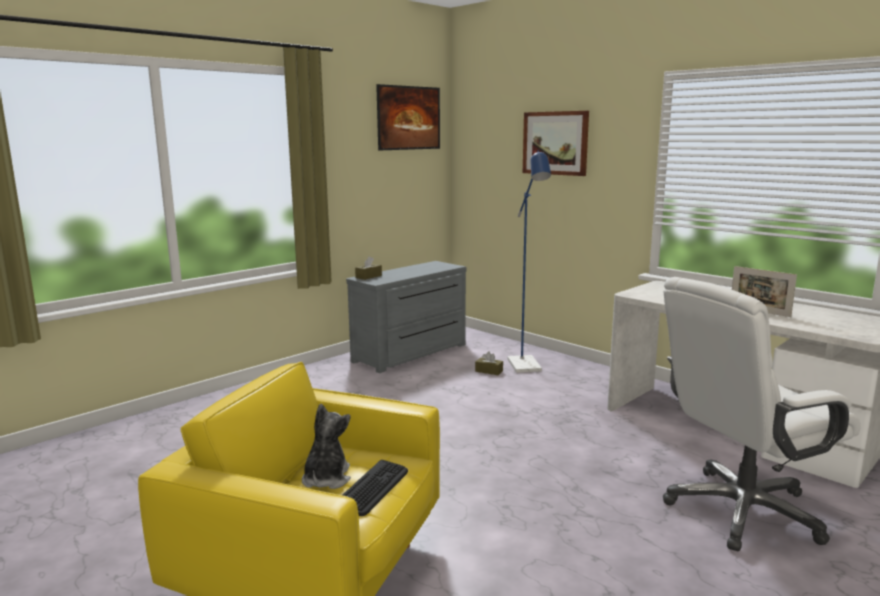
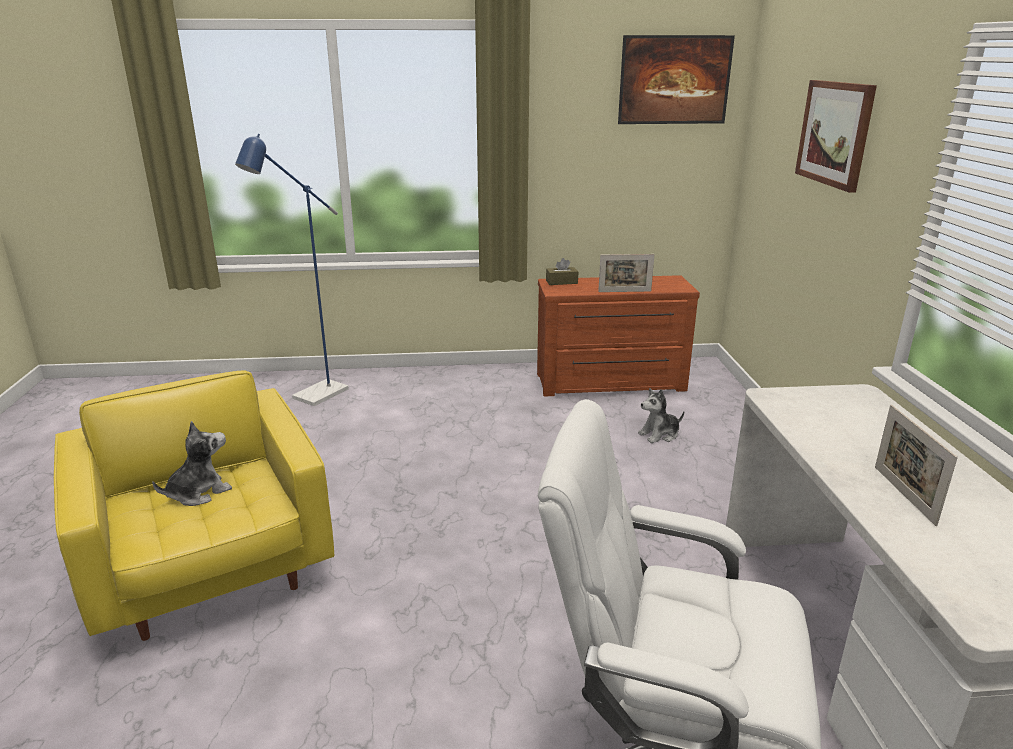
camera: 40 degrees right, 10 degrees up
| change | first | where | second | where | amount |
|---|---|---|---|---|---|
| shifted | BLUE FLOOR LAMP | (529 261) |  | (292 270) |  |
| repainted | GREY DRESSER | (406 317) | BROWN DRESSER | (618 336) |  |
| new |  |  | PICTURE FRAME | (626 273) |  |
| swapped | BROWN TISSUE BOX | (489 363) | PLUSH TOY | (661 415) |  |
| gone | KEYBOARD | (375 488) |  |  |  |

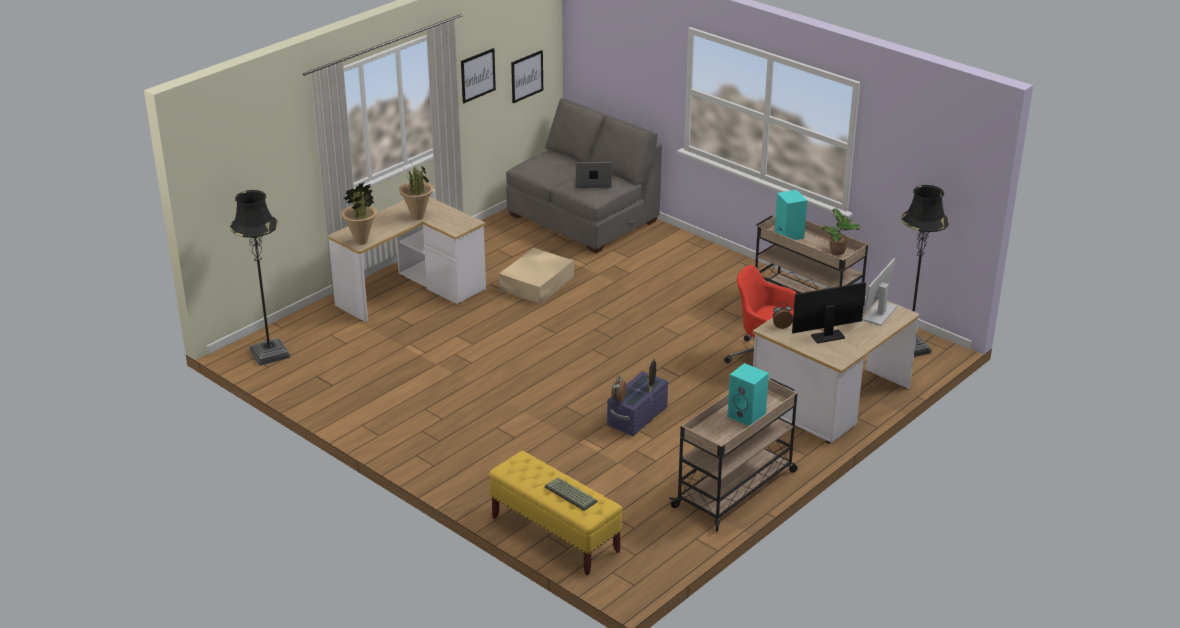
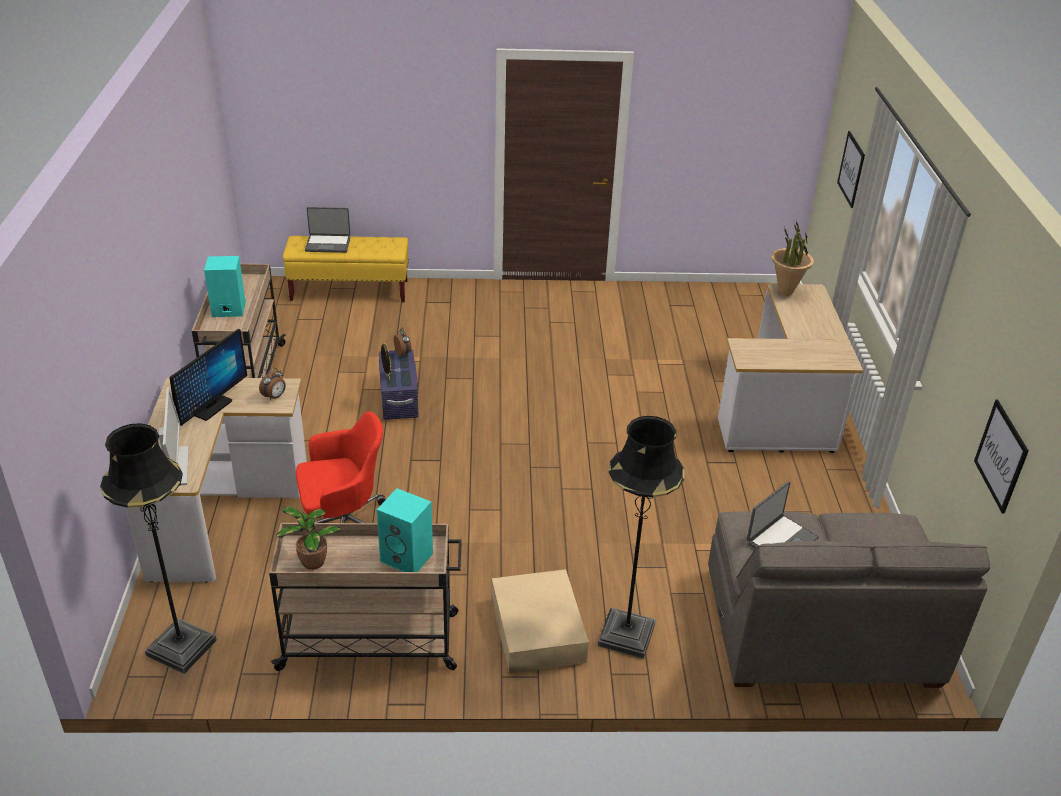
camera: 135 degrees right, 5 degrees up
| change | first | where | second | where | amount |
|---|---|---|---|---|---|
| swapped | KEYBOARD | (571 494) | LAPTOP | (327 230) |  |
| shifted | BEIGE STORAGE BOX | (536 276) |  | (540 621) |  |
| shifted | BLACK FLOOR LAMP | (260 278) |  | (641 537) |  |
| shifted | PICTURE | (478 75) |  | (851 169) |  |
| gone | POTTED PLANT | (416 192) |  |  |  |

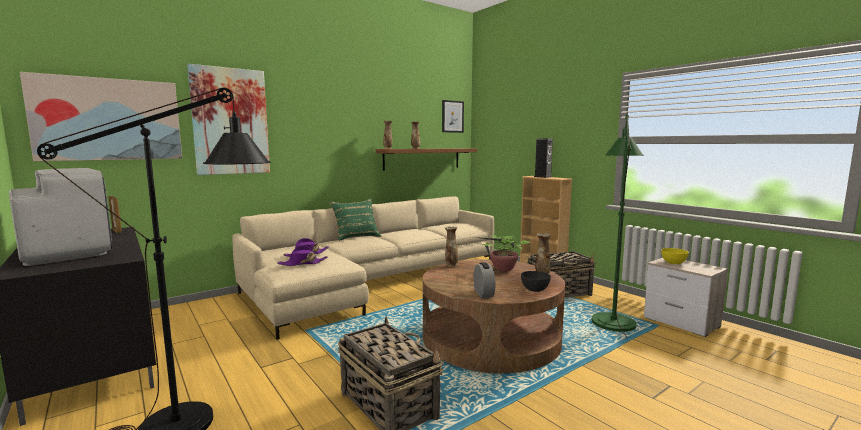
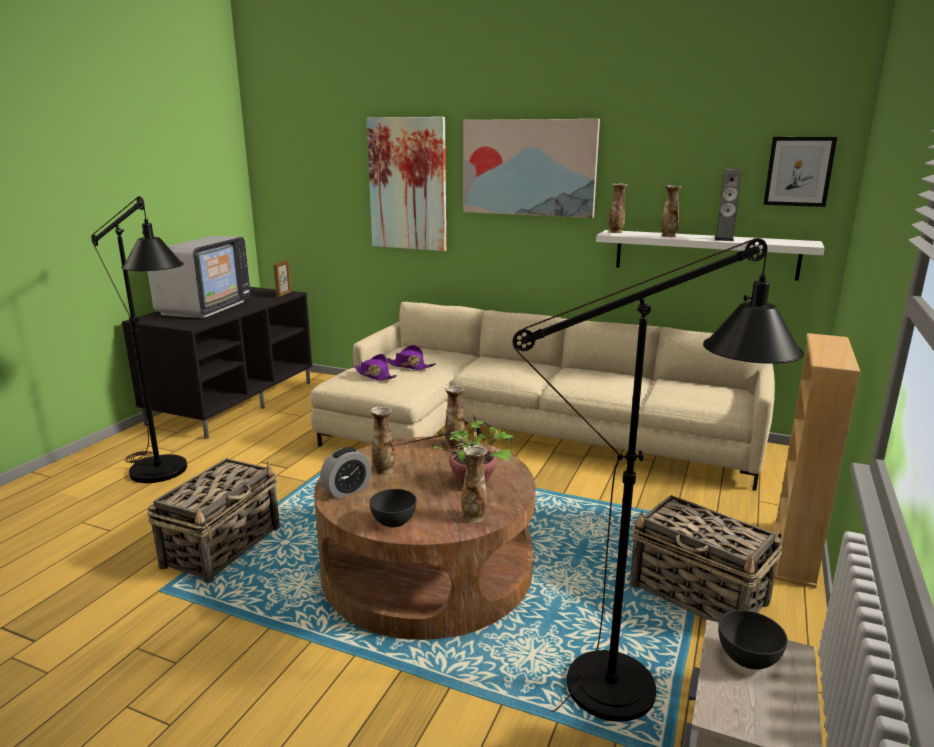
camera: 60 degrees right, 10 degrees up
| change | first | where | second | where | amount |
|---|---|---|---|---|---|
| new |  |  | VASE | (382 441) |  |
| shifted | PICTURE | (101 116) |  | (531 168) |  |
| repainted | GREEN FLOOR LAMP | (618 224) | BLACK FLOOR LAMP | (658 480) |  |
| repainted | BROWN SHELF | (426 159) | WHITE SHELF | (710 255) |  |
| shifted | SPEAKER | (543 158) |  | (728 205) |  |
| repainted | YELLOW BOWL | (675 256) | GREY BOWL | (753 639) |  |
| gone | GREEN PILLOW | (355 219) |  |  |  |

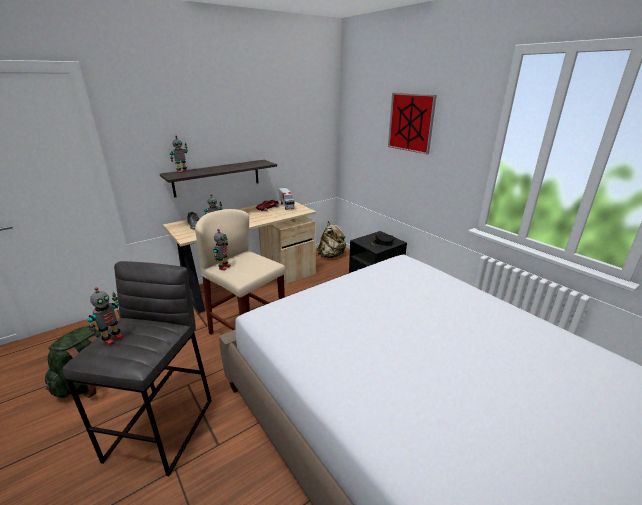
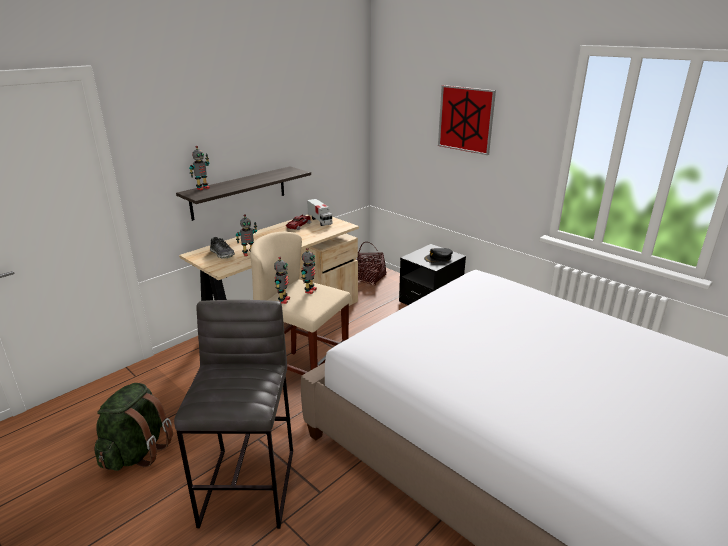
camera: 10 degrees left, 0 degrees up
| change | first | where | second | where | amount |
|---|---|---|---|---|---|
| shifted | TOY ROBOT | (105 316) |  | (309 271) |  |
| swapped | BEIGE BACKPACK | (331 239) | BASKET | (371 263) |  |

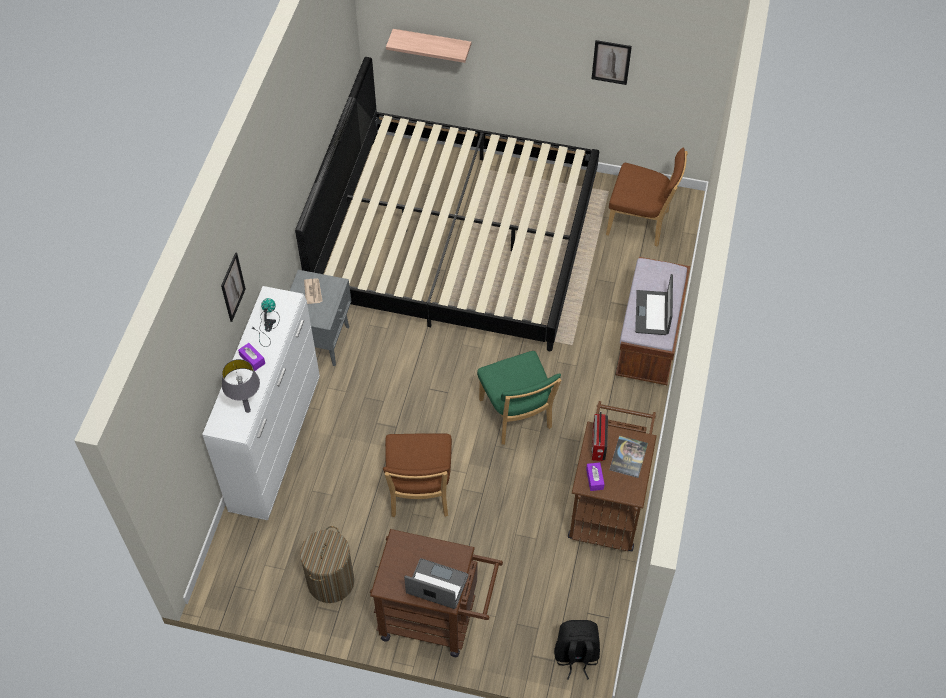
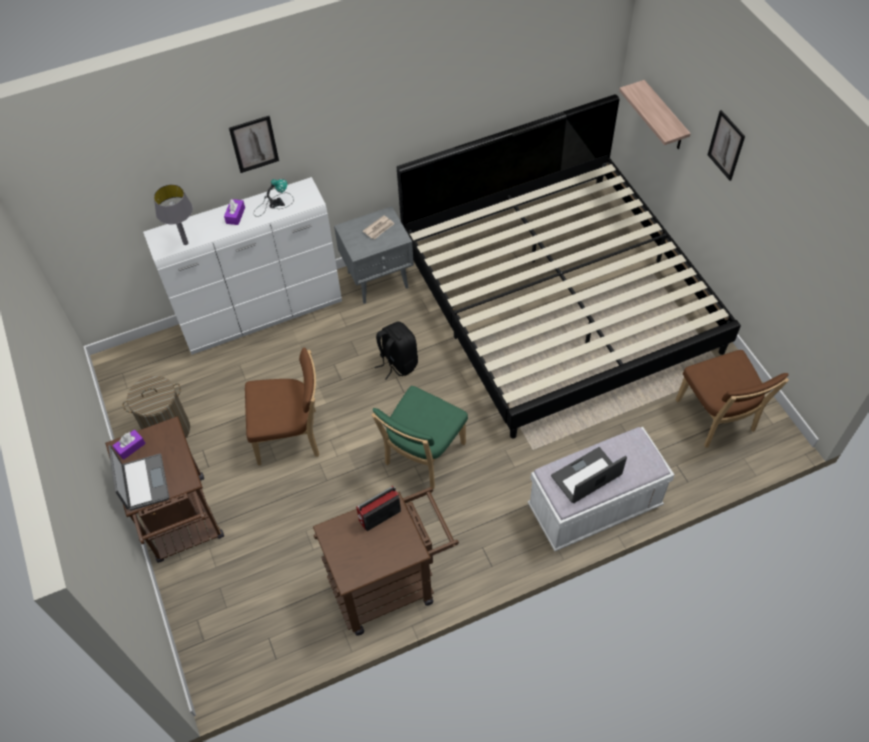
camera: 55 degrees right, 0 degrees up
| change | first | where | second | where | amount |
|---|---|---|---|---|---|
| shifted | PURPLE TISSUE BOX | (595 476) |  | (129 445) |  |
| rotated | BROWN CHAIR | (417 475) |  | (282 406) | 150 degrees counterclockwise |
| shifted | BLACK BACKPACK | (577 650) |  | (396 350) |  |
| repainted | BROWN BENCH | (653 321) | WHITE BENCH | (601 489) |  |
| shifted | PICTURE | (612 62) |  | (726 145) |  |
| gone | BOOK | (629 456) |  |  |  |

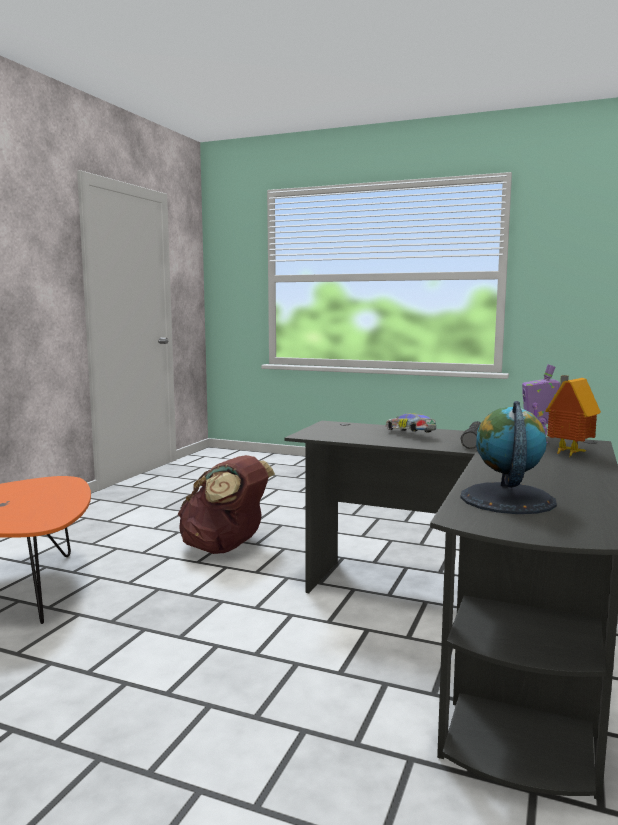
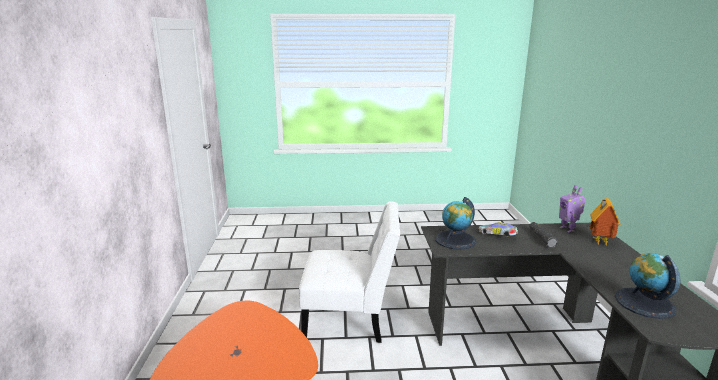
camera: 25 degrees left, 10 degrees up
| change | first | where | second | where | amount |
|---|---|---|---|---|---|
| swapped | BROWN BACKPACK | (226 504) | WHITE CHAIR | (349 272) |  |
| new |  |  | GLOBE | (455 223) |  |

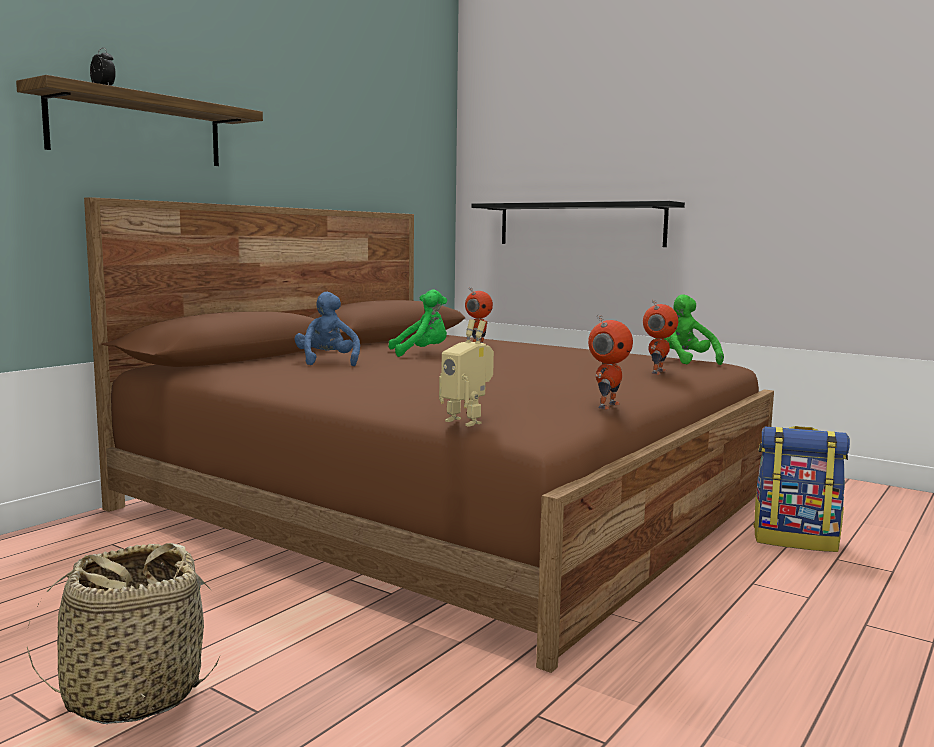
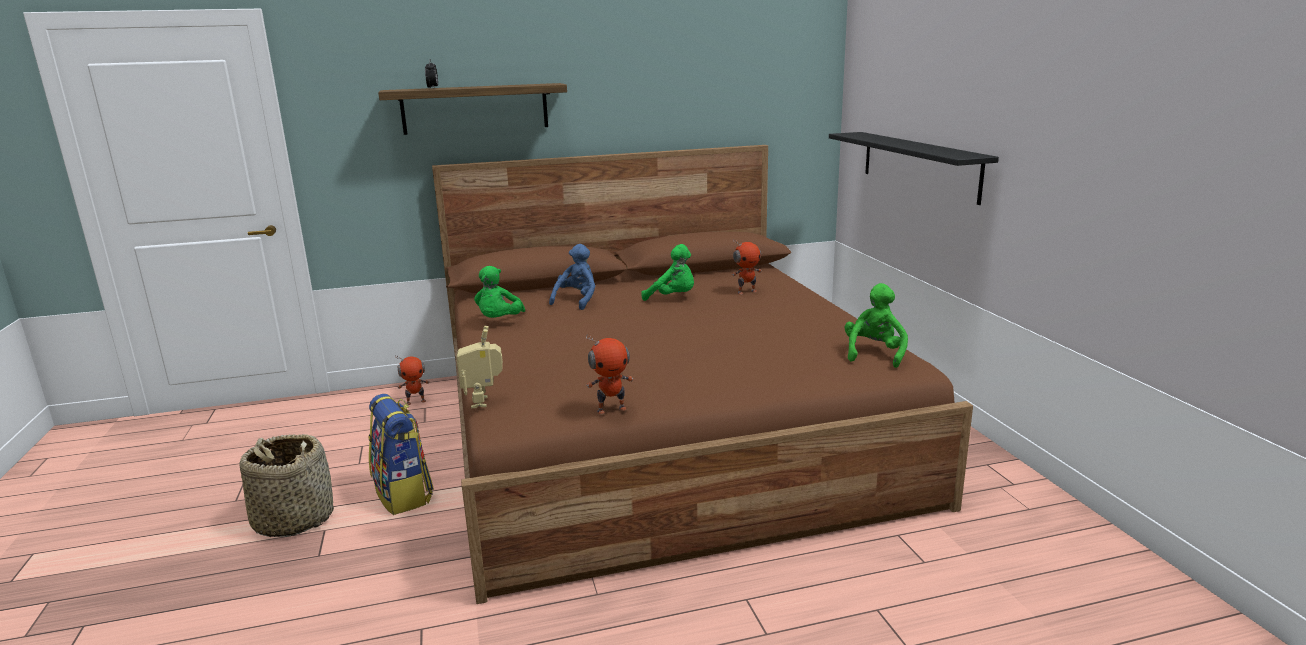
camera: 40 degrees right, 10 degrees up
| change | first | where | second | where | amount |
|---|---|---|---|---|---|
| shifted | BACKPACK | (801 489) |  | (401 454) |  |
| shifted | TOY ROBOT | (660 336) |  | (412 380) |  |
| new |  |  | GREEN PLUSH TOY | (499 292) |  |

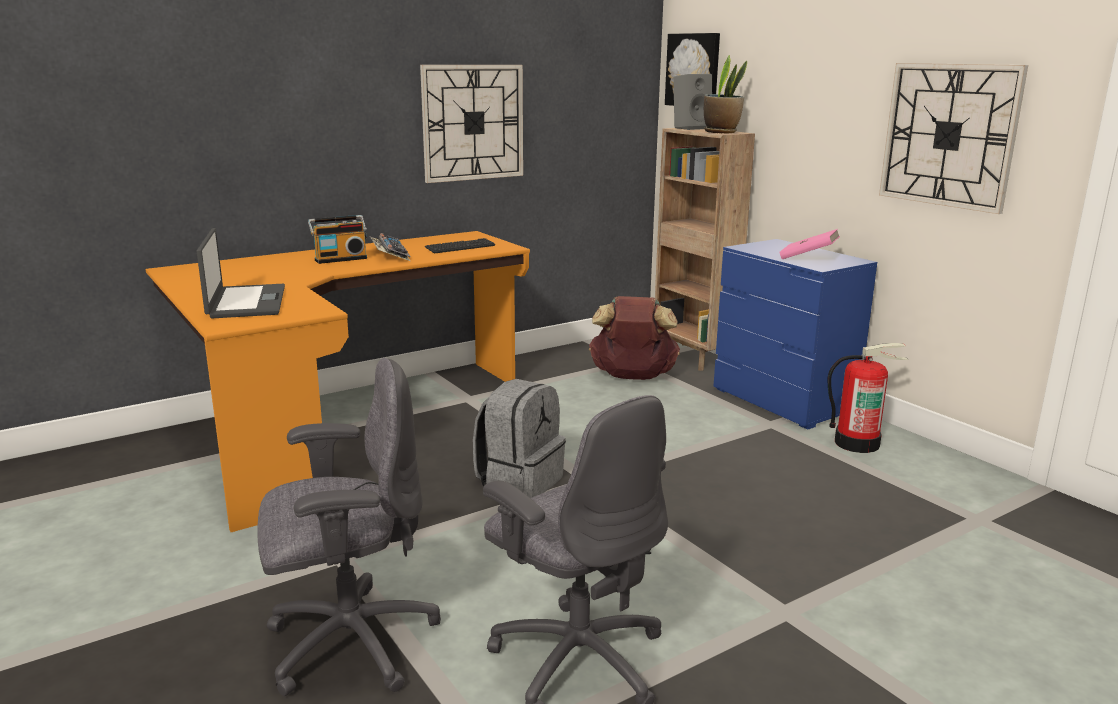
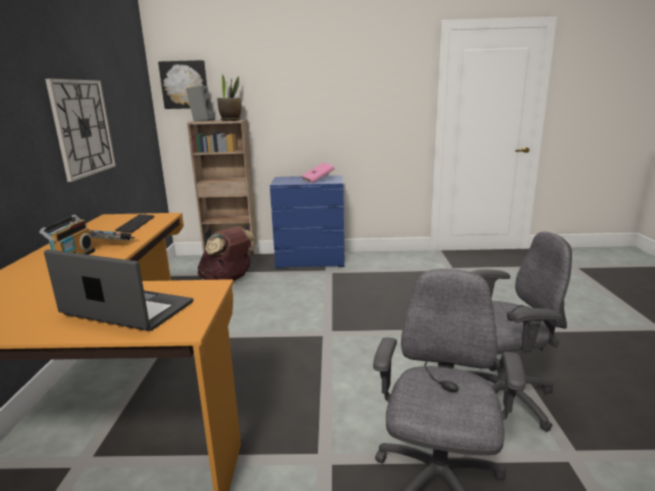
camera: 55 degrees left, 0 degrees up
| change | first | where | second | where | amount |
|---|---|---|---|---|---|
| gone | GREY BACKPACK | (519 438) |  |  |  |
| gone | FIRE EXTINGUISHER | (868 398) |  |  |  |
| gone | WALL CLOCK | (953 138) |  |  |  |

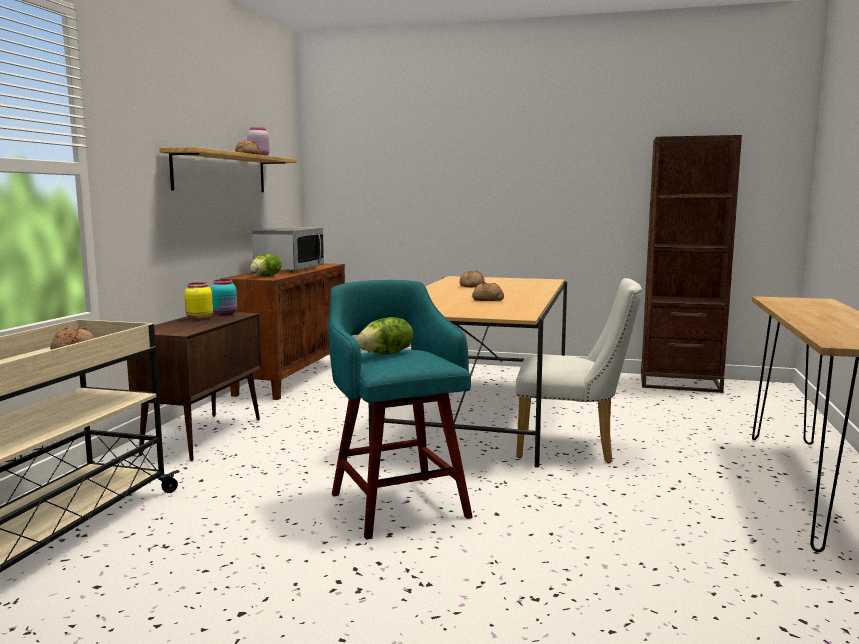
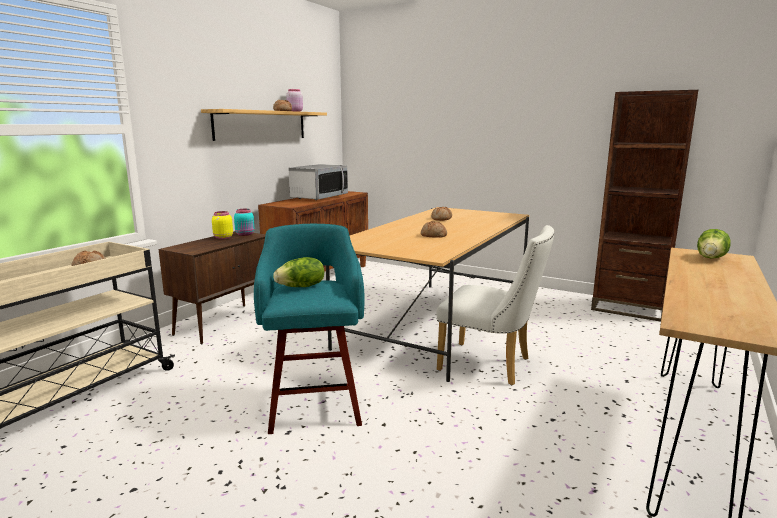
camera: 15 degrees right, 5 degrees up
| change | first | where | second | where | amount |
|---|---|---|---|---|---|
| shifted | LETTUCE | (266 265) |  | (714 244) |  |

